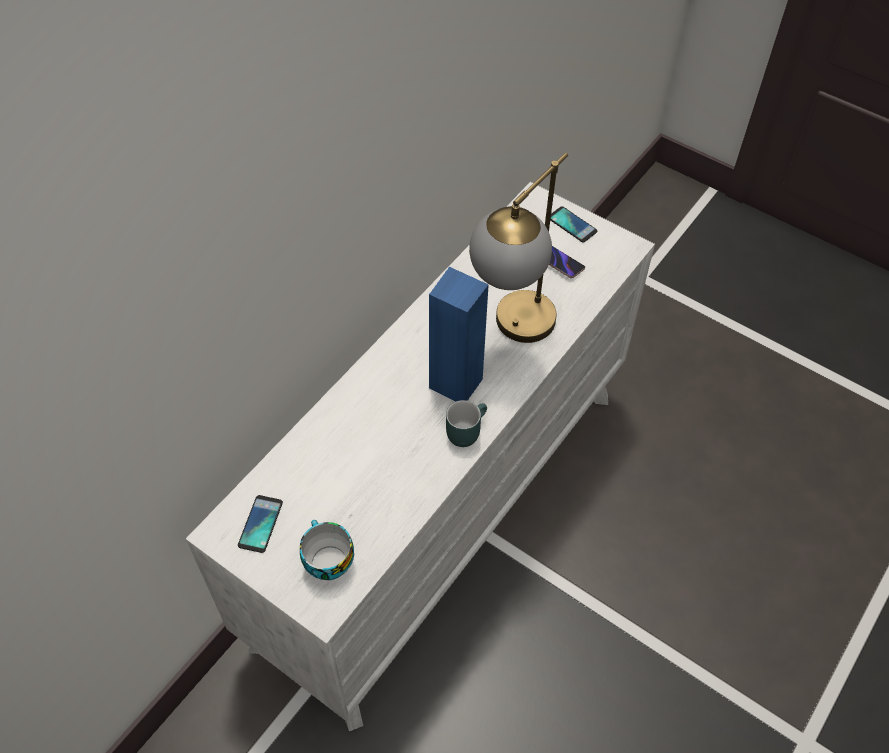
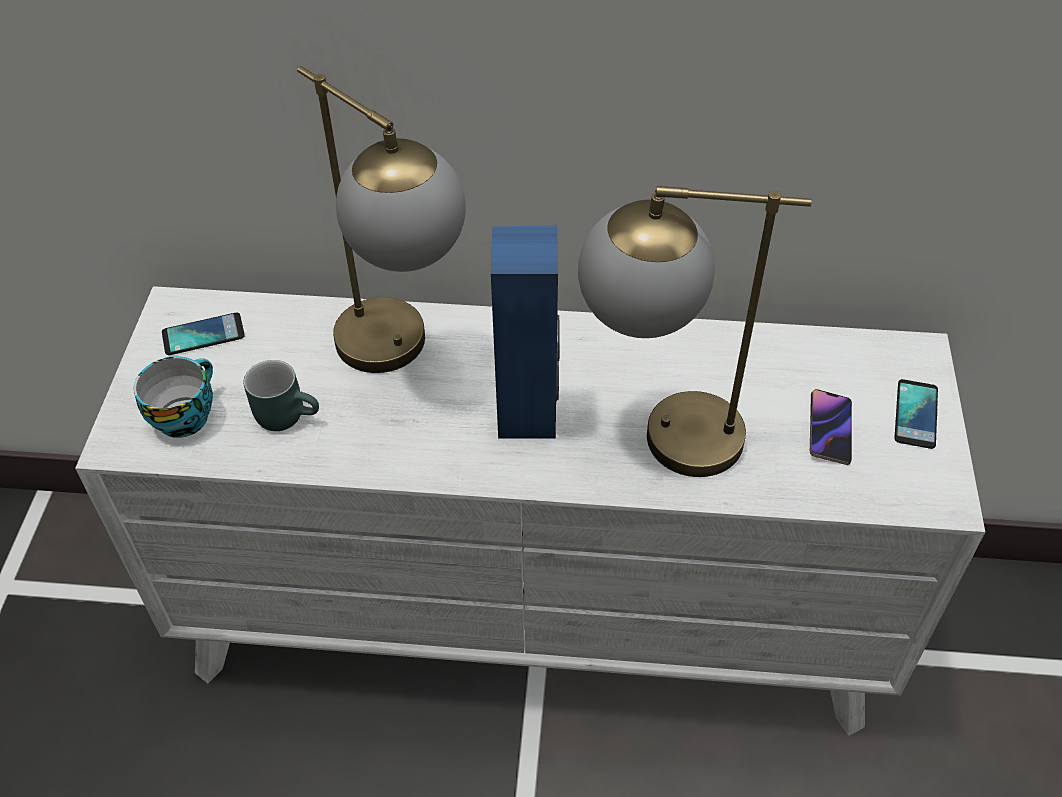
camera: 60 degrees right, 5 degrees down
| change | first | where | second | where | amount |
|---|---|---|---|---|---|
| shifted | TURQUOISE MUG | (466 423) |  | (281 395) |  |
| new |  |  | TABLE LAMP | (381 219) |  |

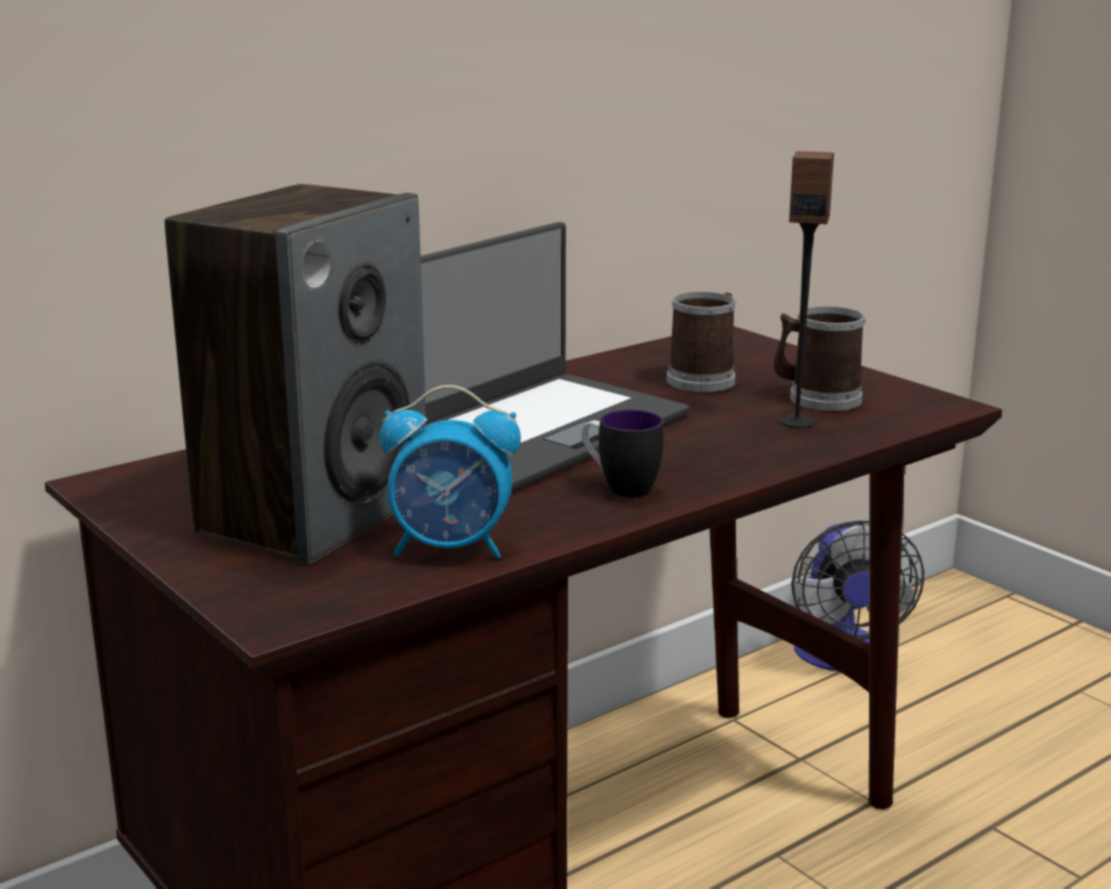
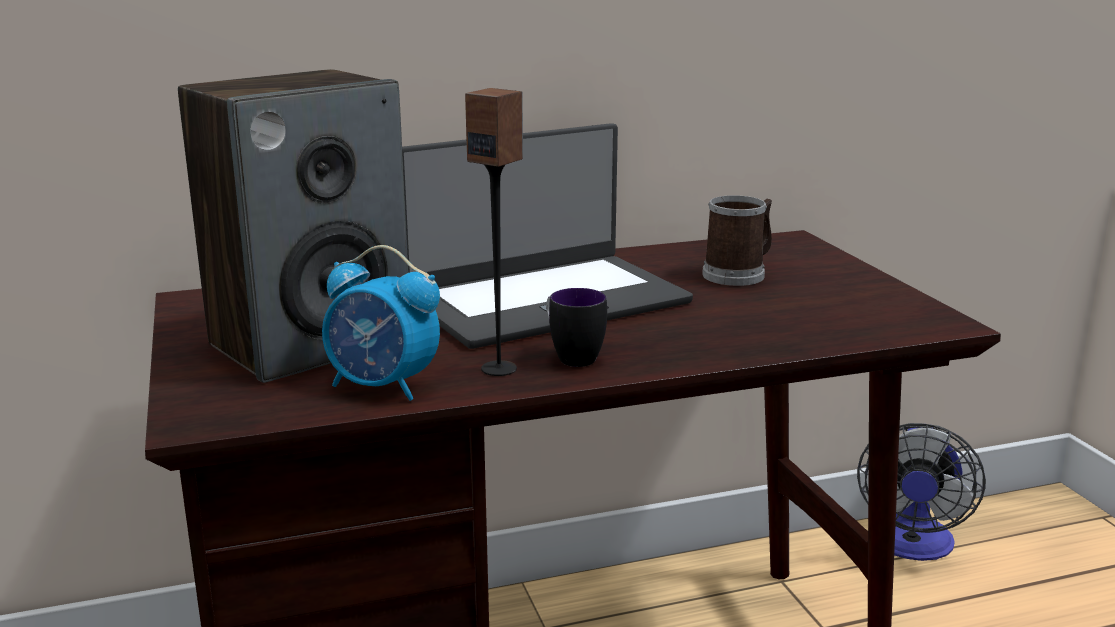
camera: 20 degrees right, 0 degrees up
| change | first | where | second | where | amount |
|---|---|---|---|---|---|
| shifted | SPEAKER | (806 289) |  | (494 232) |  |
| gone | MUG | (820 358) |  |  |  |

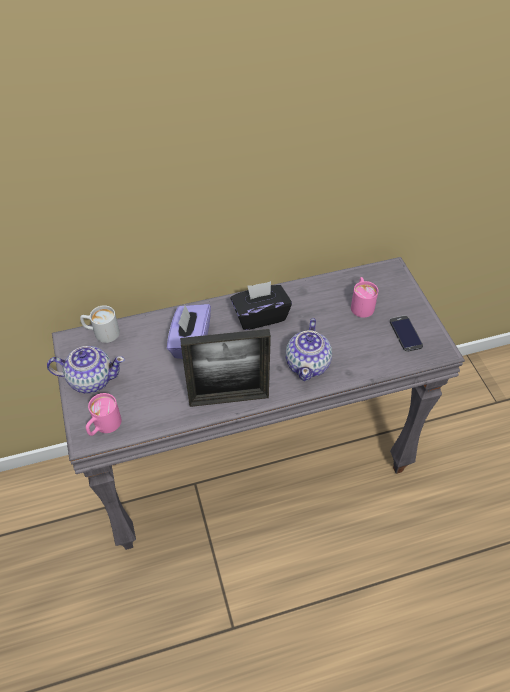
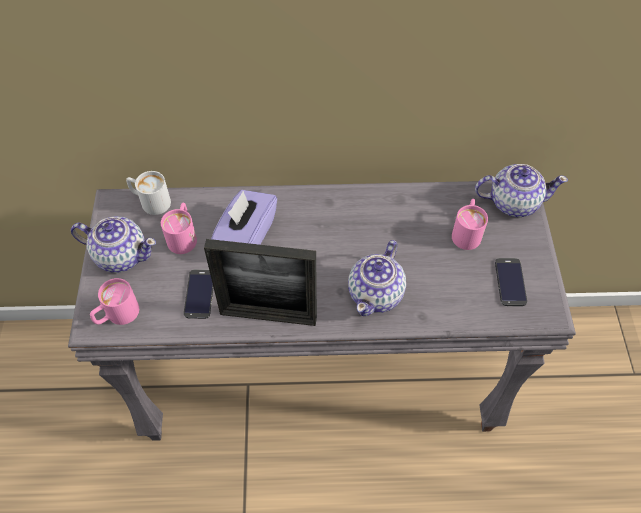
camera: 15 degrees right, 5 degrees up
| change | first | where | second | where | amount |
|---|---|---|---|---|---|
| new |  |  | PINK MUG | (179 228) |  |
| new |  |  | PHONE | (199 294) |  |
| new |  |  | TEAPOT | (521 190) |  |
| gone | BLACK TISSUE BOX | (261 305) |  |  |  |

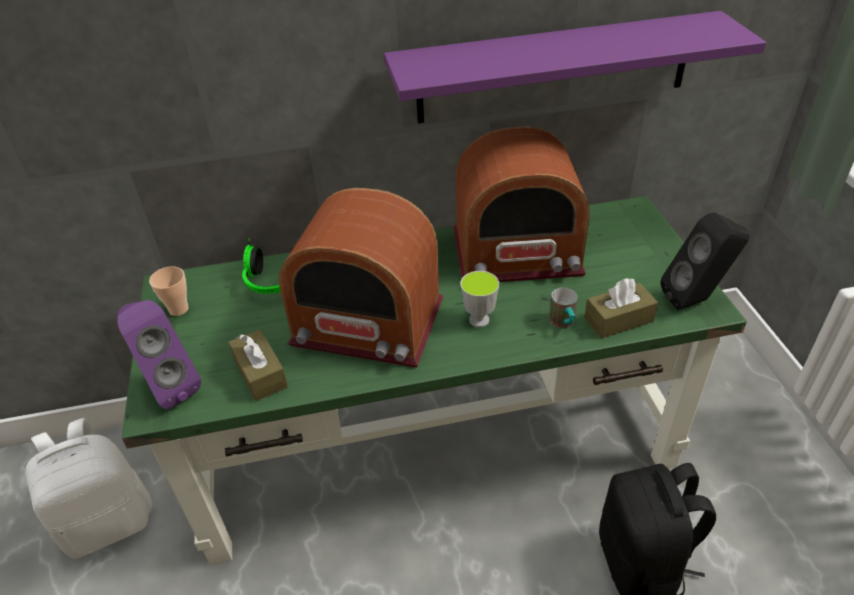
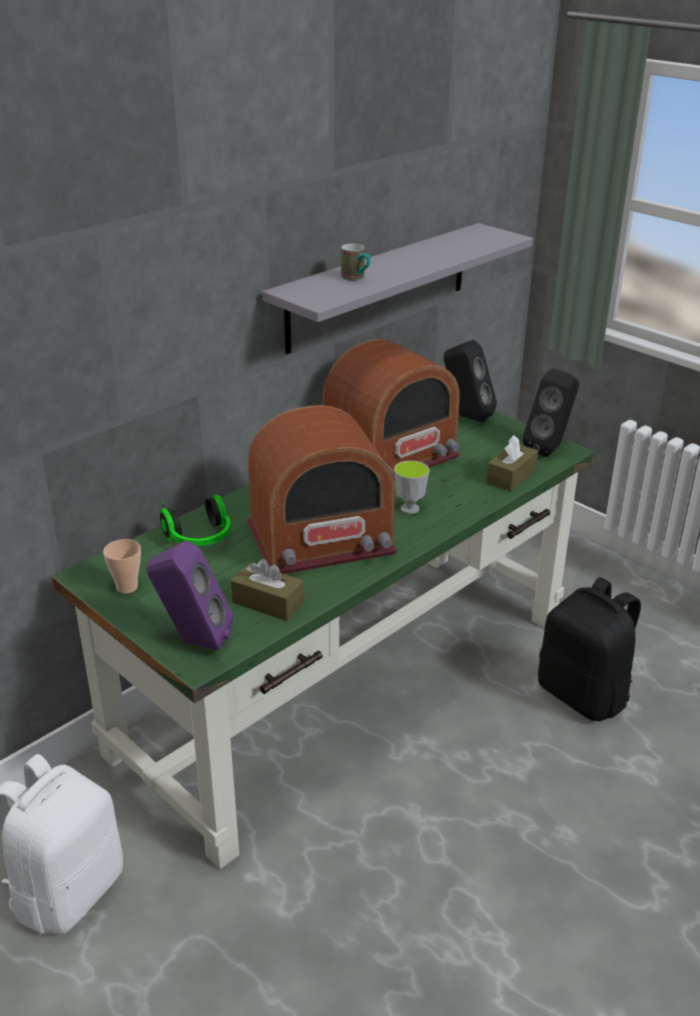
camera: 35 degrees left, 10 degrees down
| change | first | where | second | where | amount |
|---|---|---|---|---|---|
| repainted | PURPLE SHELF | (575 67) | GREY SHELF | (397 288) |  |
| shifted | MUG | (563 308) |  | (355 262) |  |
| new |  |  | BLACK SPEAKER | (470 381) |  |

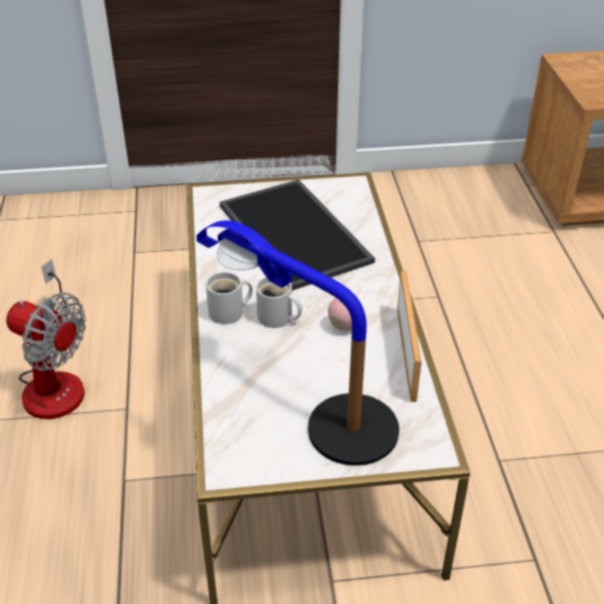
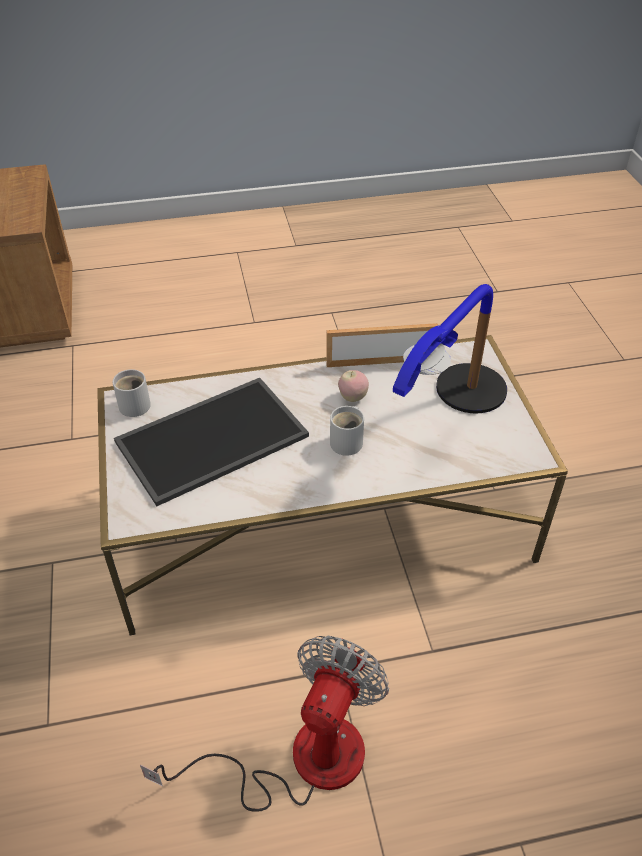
camera: 95 degrees left, 5 degrees up
| change | first | where | second | where | amount |
|---|---|---|---|---|---|
| shifted | WHITE MUG | (229 298) |  | (132 393) |  |

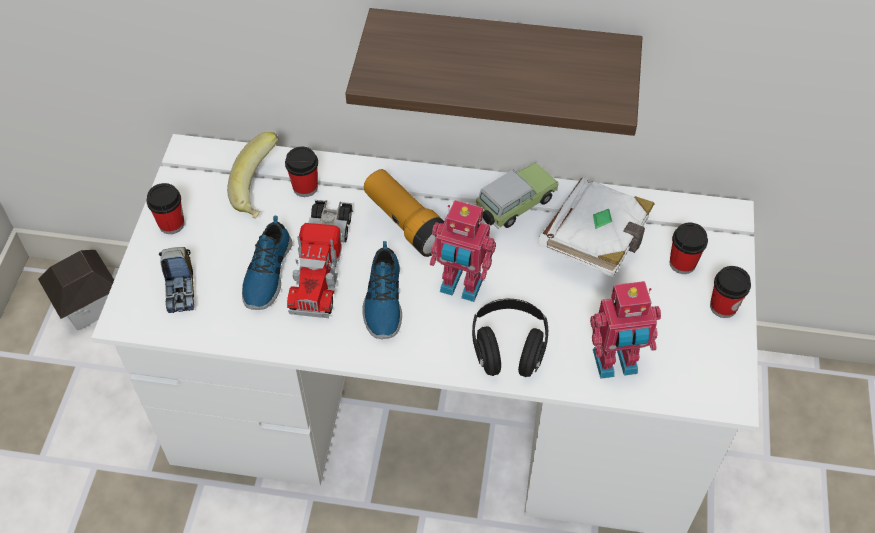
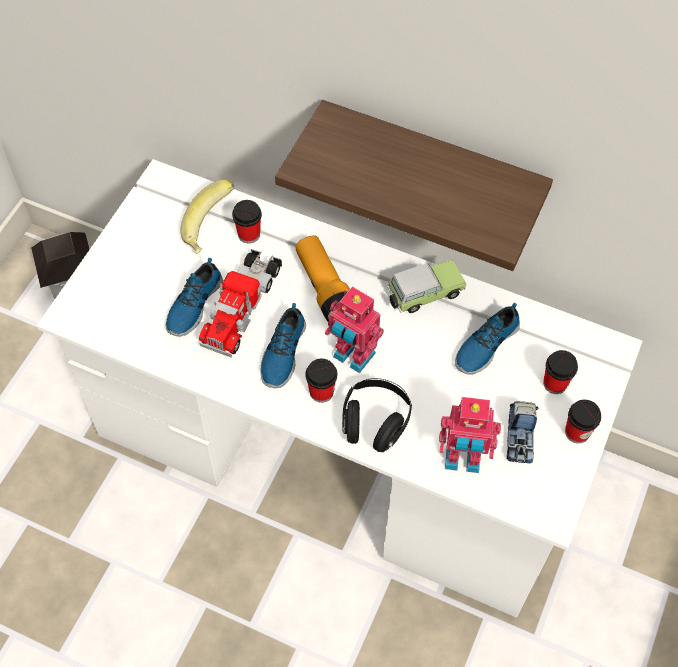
camera: 15 degrees right, 5 degrees up
| change | first | where | second | where | amount |
|---|---|---|---|---|---|
| shifted | CUP | (165 208) |  | (321 381) |  |
| swapped | WHITE BOOK | (596 227) | SHOE | (487 339) |  |
| shifted | TOY TRUCK | (176 280) |  | (522 432) |  |

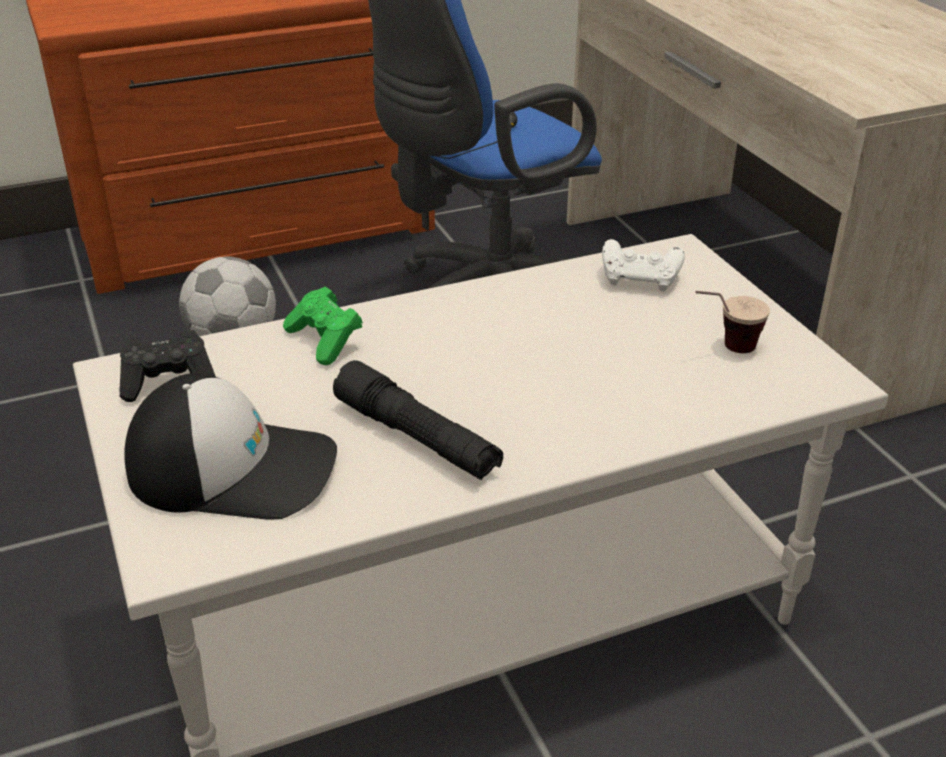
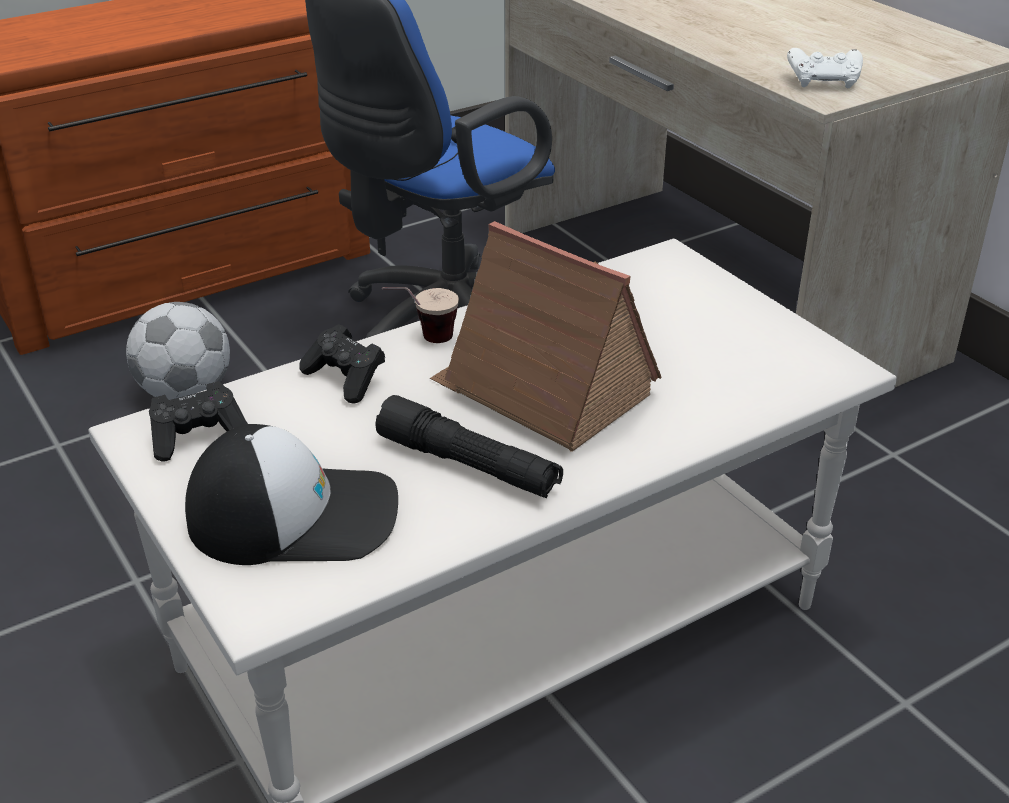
camera: 10 degrees left, 0 degrees up
| change | first | where | second | where | amount |
|---|---|---|---|---|---|
| repainted | GREEN GAME CONTROLLER | (323 326) | BLACK GAME CONTROLLER | (342 363) |  |
| shifted | CUP | (732 322) |  | (420 315) |  |
| new |  |  | TOY HOUSE | (546 336) |  |
| shifted | WHITE GAME CONTROLLER | (643 265) |  | (825 68) |  |

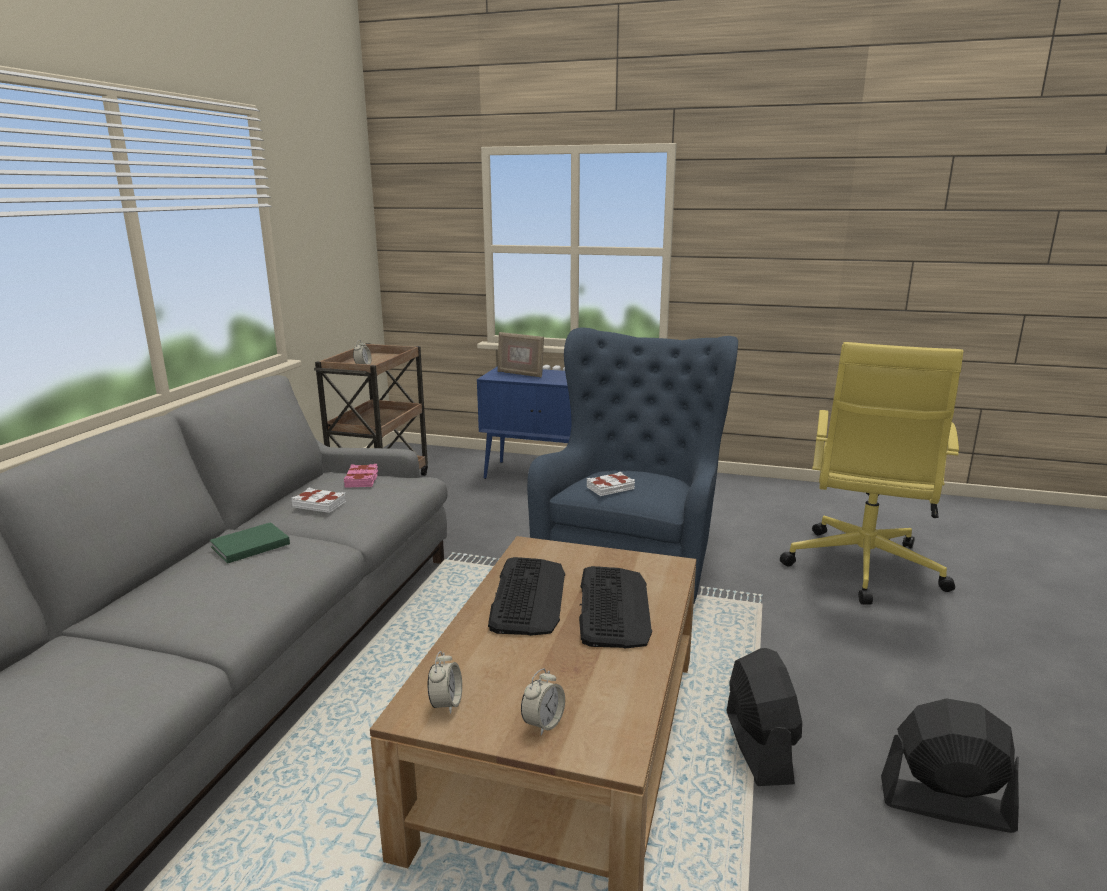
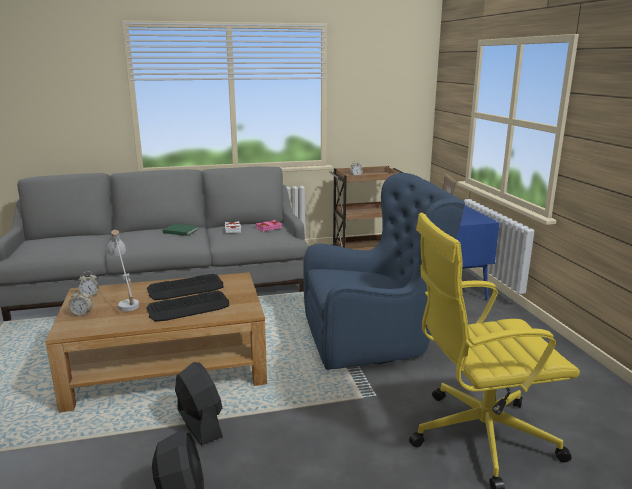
camera: 60 degrees right, 0 degrees up
| change | first | where | second | where | amount |
|---|---|---|---|---|---|
| new |  |  | WHITE TABLE LAMP | (123 270) |  |
| rotated | BLACK FAN | (764 717) |  | (199 403) | 90 degrees counterclockwise |
| gone | WHITE BOOK | (611 484) |  |  |  |

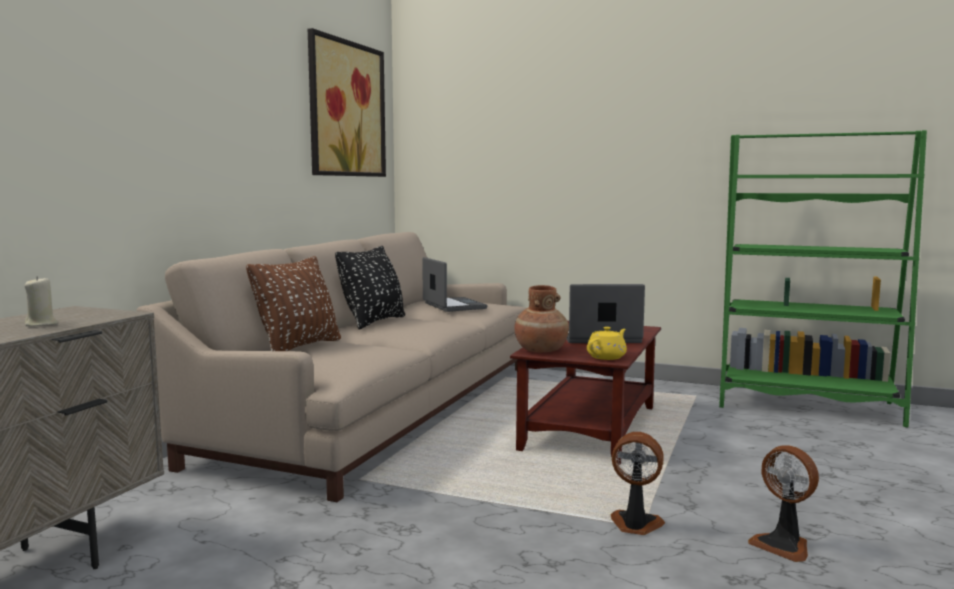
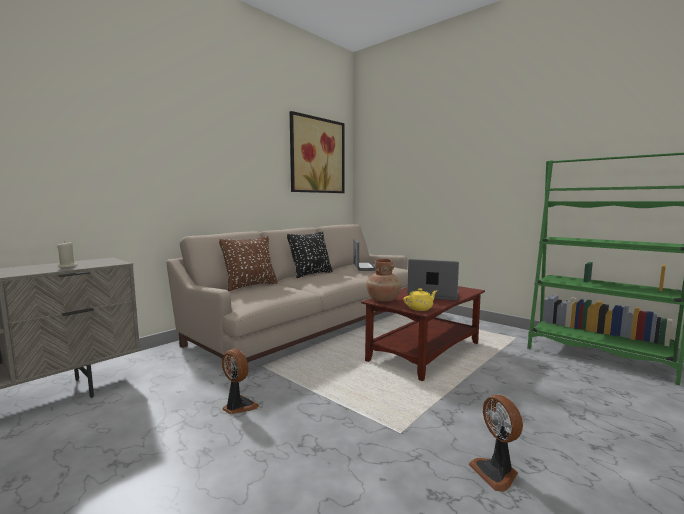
camera: 20 degrees right, 0 degrees up
| change | first | where | second | where | amount |
|---|---|---|---|---|---|
| shifted | FAN | (638 483) |  | (240 381) |  |

